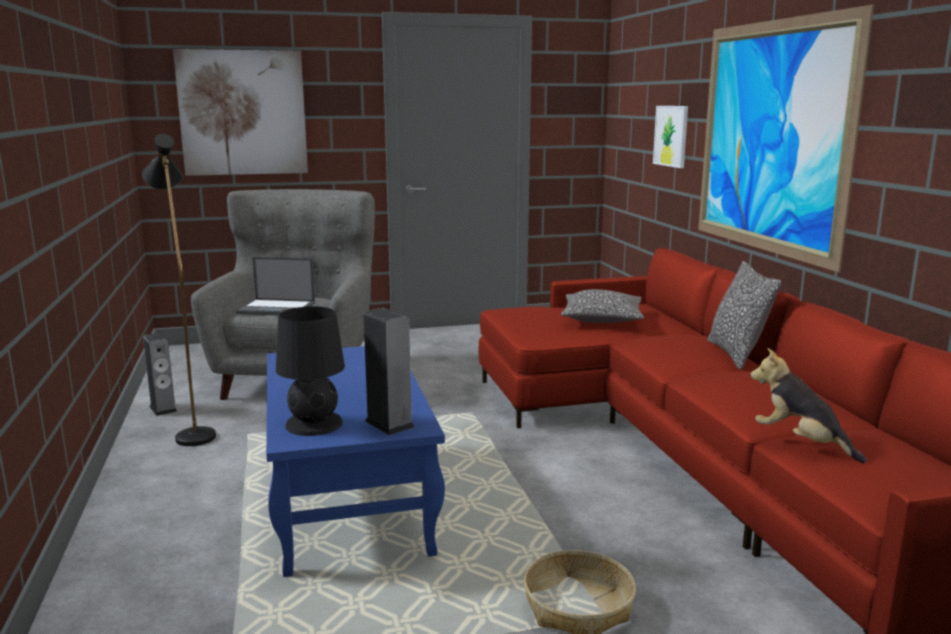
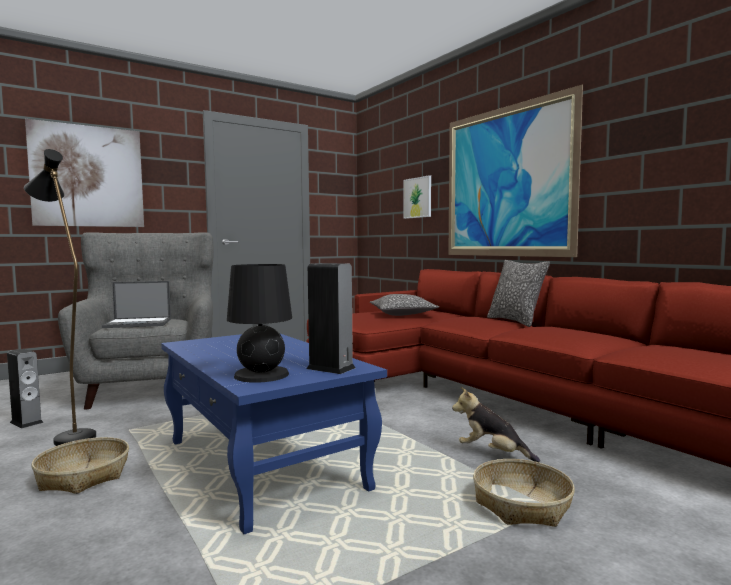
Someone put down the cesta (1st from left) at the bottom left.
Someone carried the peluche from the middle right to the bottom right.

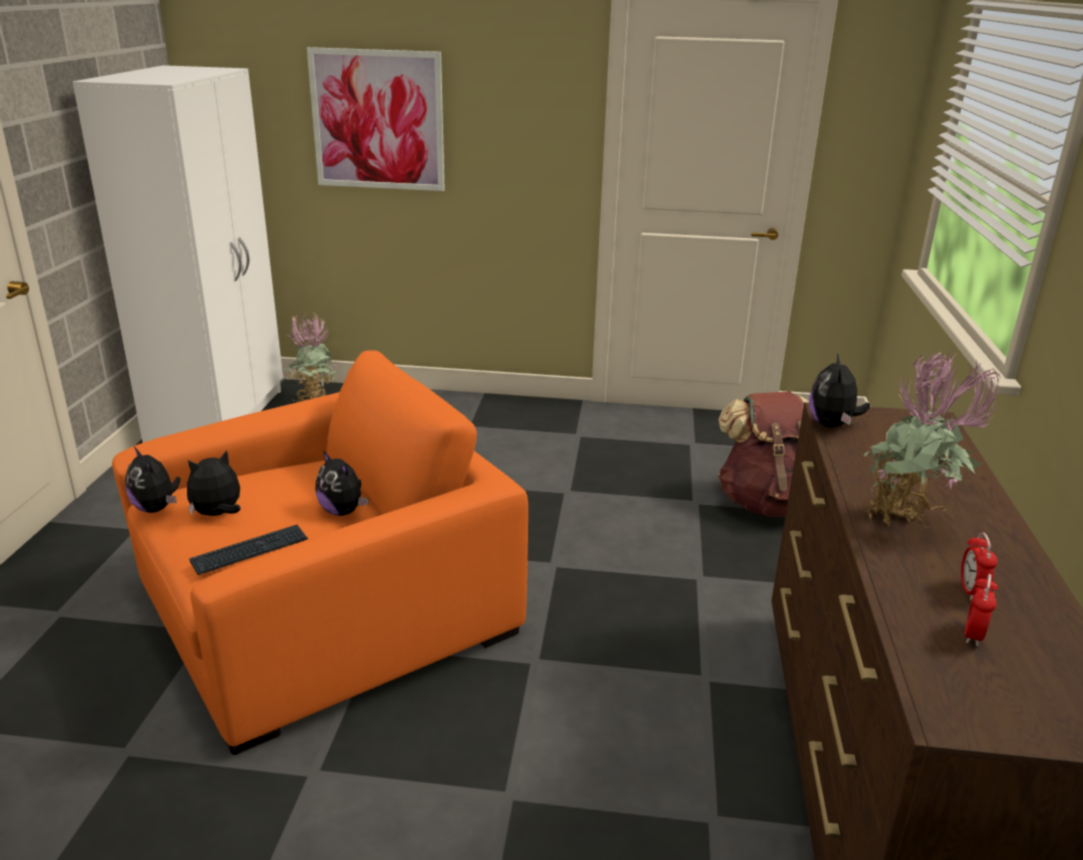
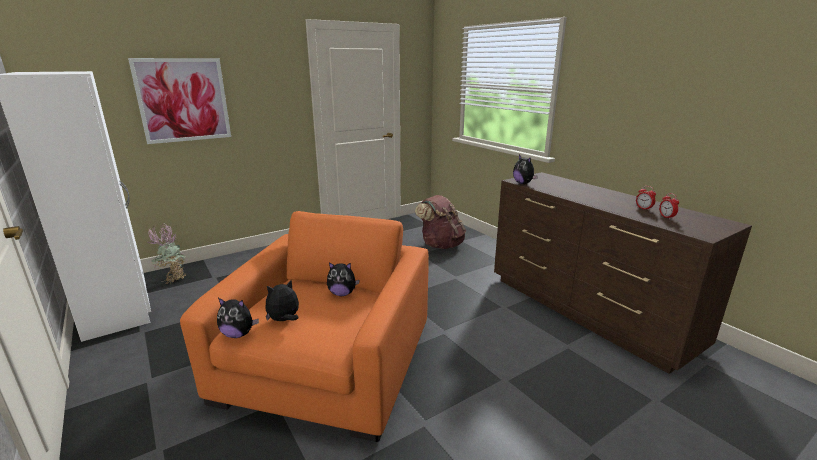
Someone rotated the peluche (2nd from left) at the middle left by 45 degrees clockwise.
Someone took away the teclado at the middle left.
Someone took away the planta en maceta (2nd from left) at the middle right.

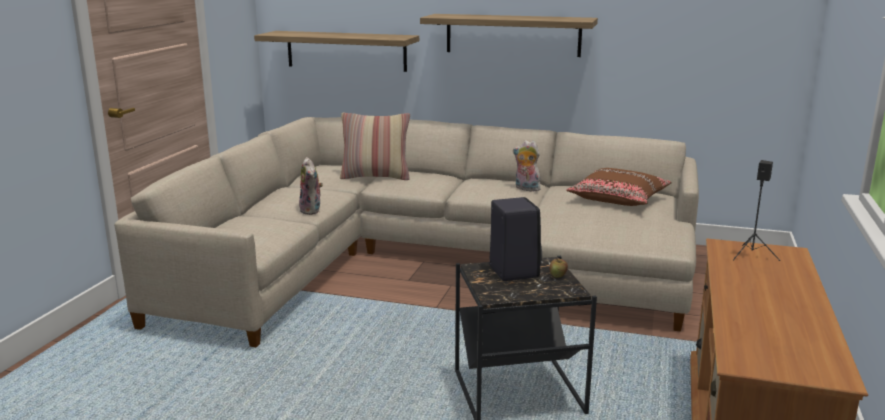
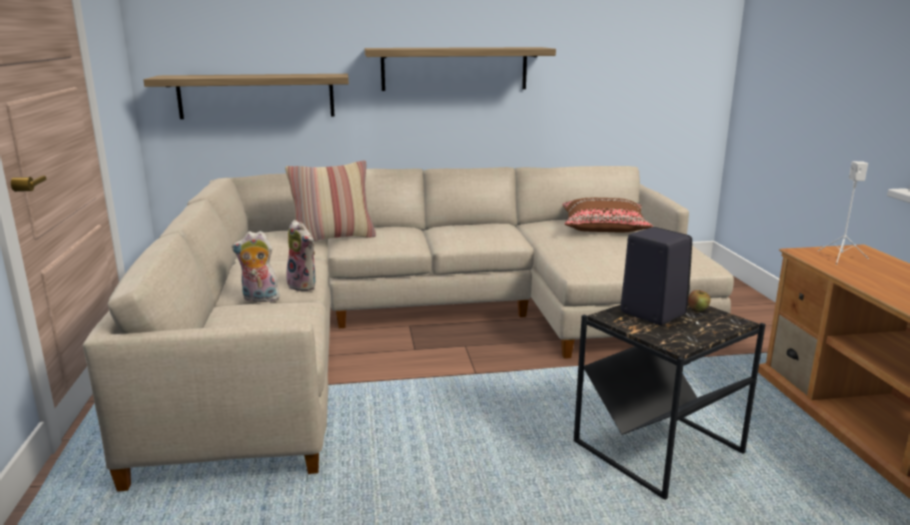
Someone carried the peluche (2nd from left in the first image) from the centre to the middle left.
Someone repainted the altavoz [negro] (2nd from left) at the middle right, which became the altavoz [blanco] at the middle right.

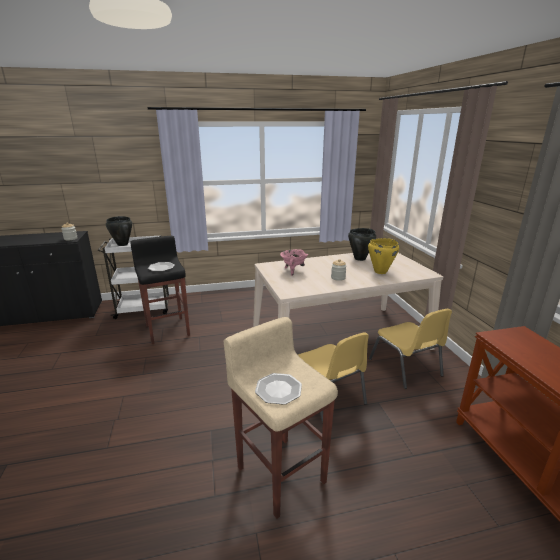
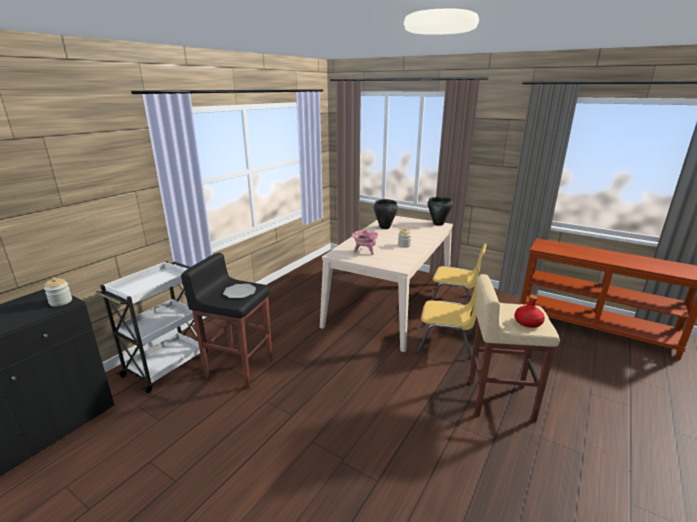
Someone carried the olla [negro] (1st from left in the first image) from the middle left to the centre.
Someone swapped the plato (2nd from left) at the bottom centre for the botella [rojo] at the middle right.
Someone took away the olla [amarillo] at the middle right.

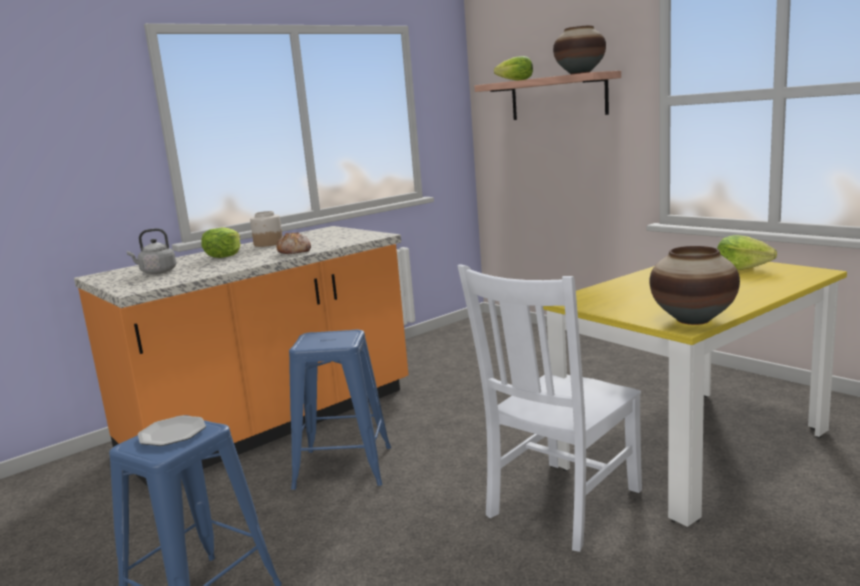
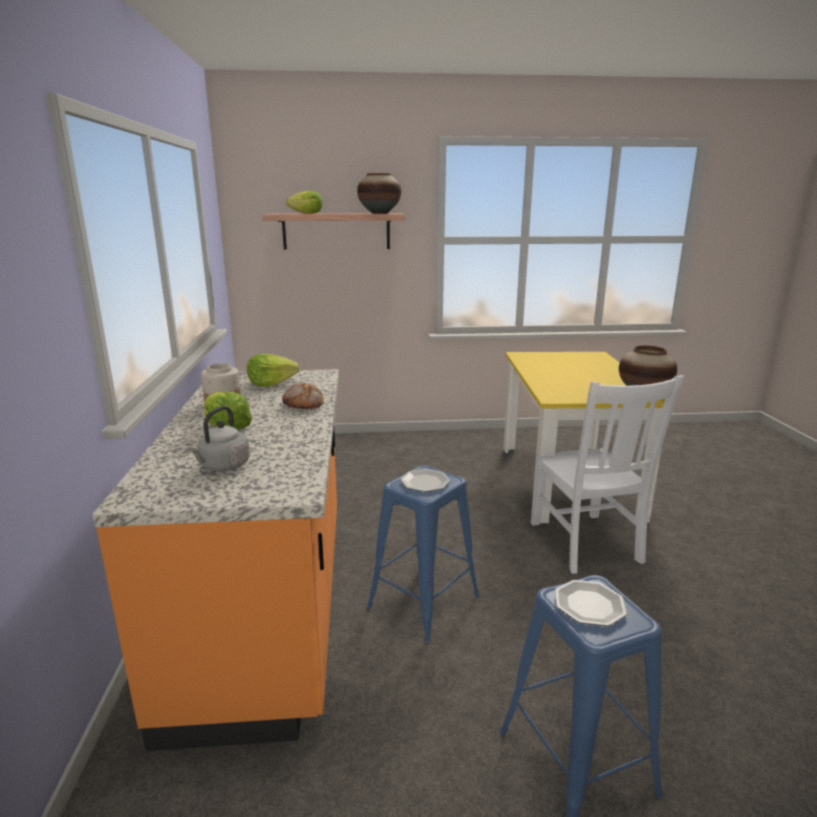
Someone carried the lechuga (3rd from left in the first image) from the middle right to the centre.
Someone put down the plato (1st from left) at the centre.

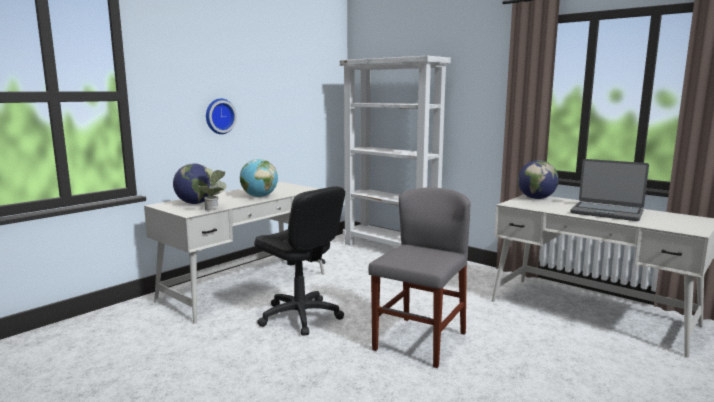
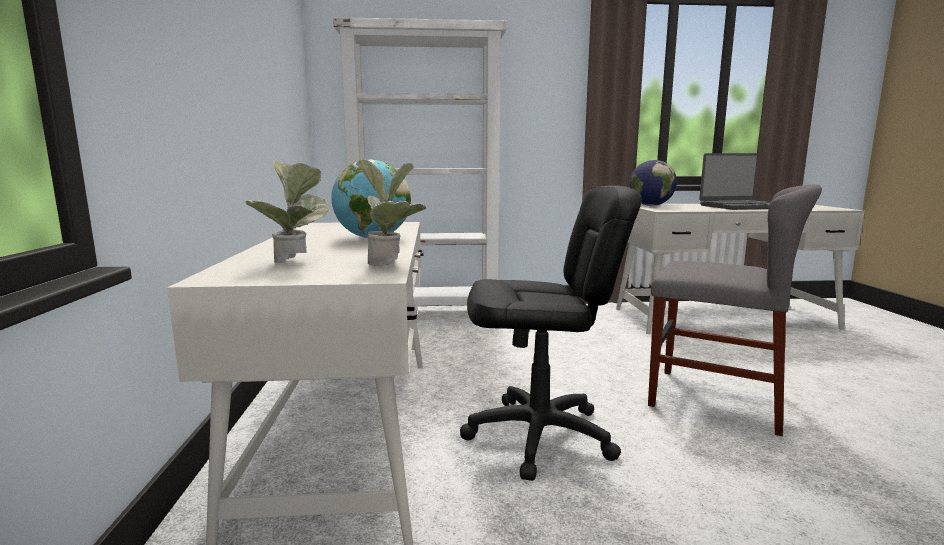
Someone swapped the globo terráqueo (1st from left) at the middle left for the planta en maceta (1st from left) at the middle left.
Someone rotated the silla [gris] at the bottom centre by 135 degrees clockwise.
Someone took away the reloj de pared at the top left.

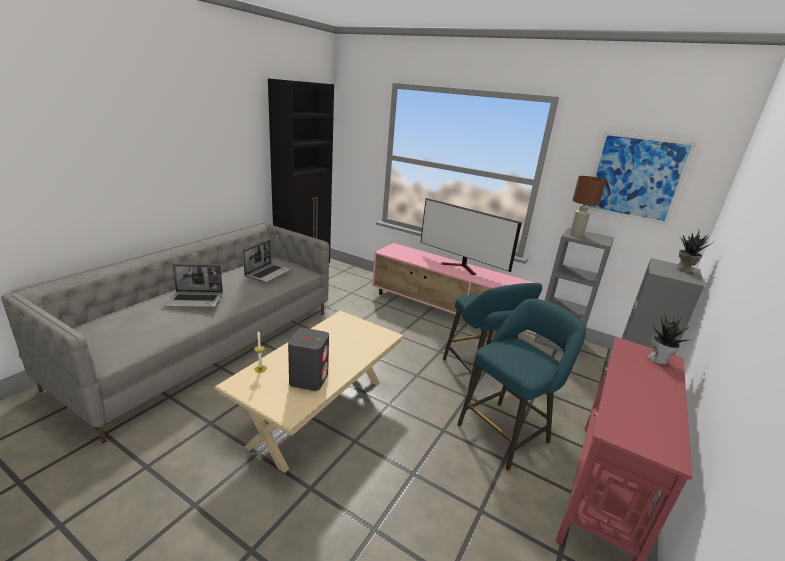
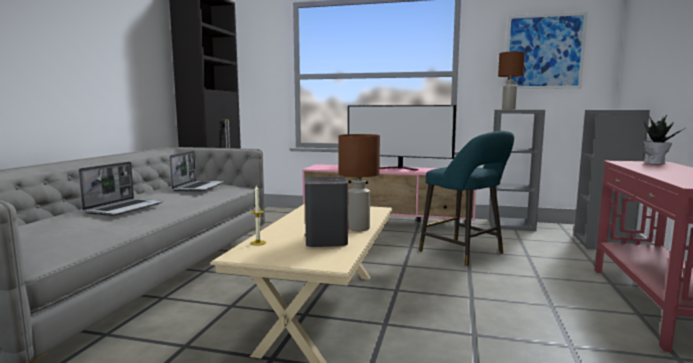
Someone rotated the portátil (1st from left) at the middle left by 45 degrees counterclockwise.
Someone put down the lámpara de mesa [marrón] (1st from left) at the centre.
Someone took away the taburete [turquesa] (2nd from left) at the bottom centre.
Someone took away the planta en maceta (2nd from left) at the middle right.

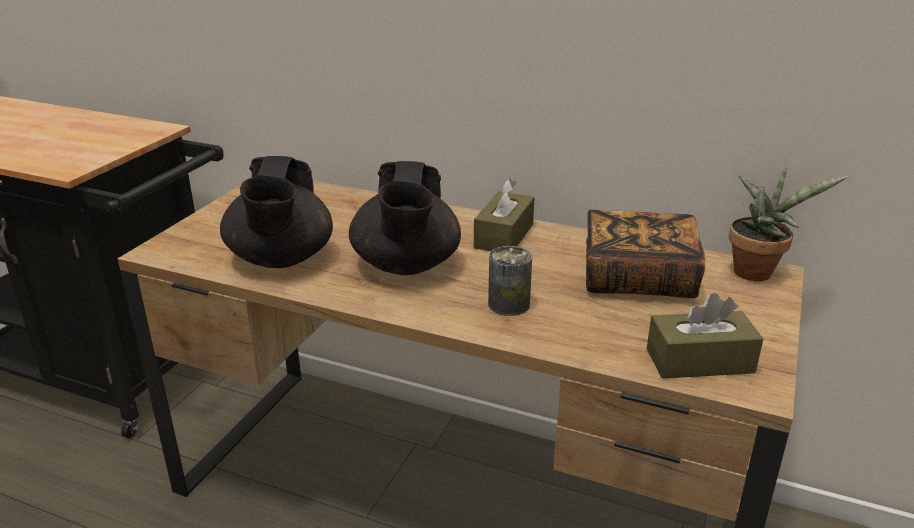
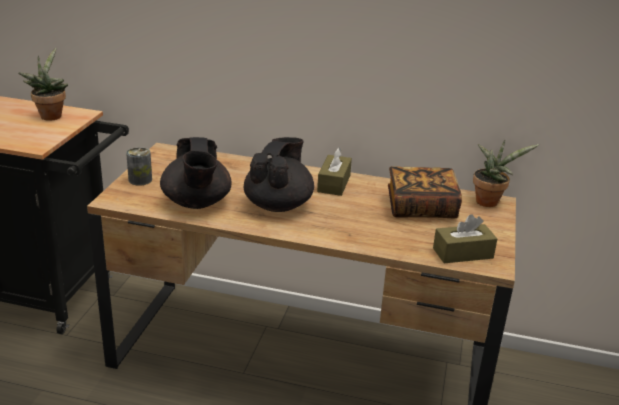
Someone put down the planta en maceta (1st from left) at the top left.
Someone carried the lata from the centre to the middle left.
Someone rotated the tetera [negro] (2nd from left) at the centre by 150 degrees counterclockwise.

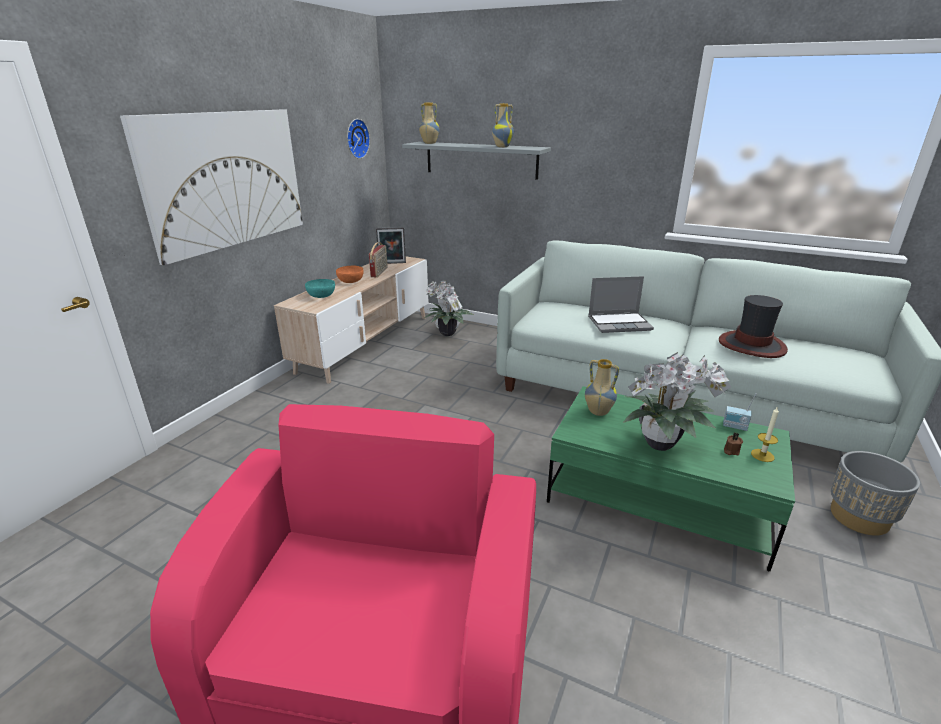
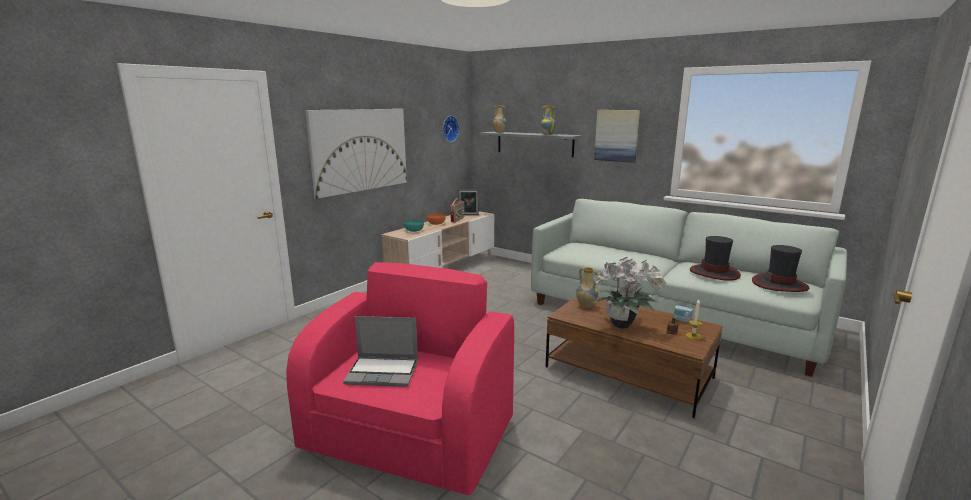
Someone carried the portátil from the centre to the bottom centre.
Someone repainted the mesa de centro [verde] at the middle right, which became the mesa de centro [marrón] at the bottom centre.
Someone put up the cuadro (2nd from left) at the top centre.
Someone put down the sombrero (2nd from left) at the middle right.
Someone took away the planta en maceta (1st from left) at the centre.
Someone took away the maceta [gris] at the bottom right.

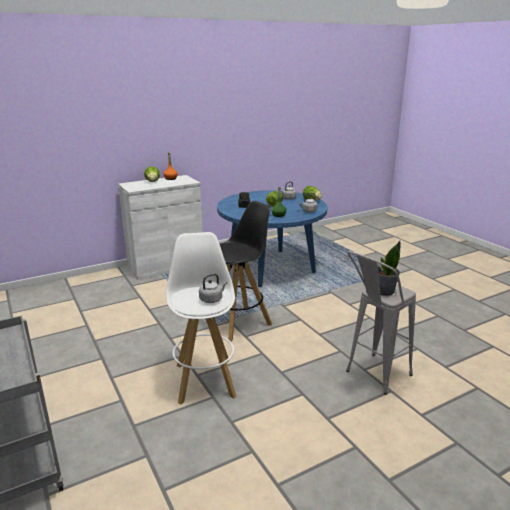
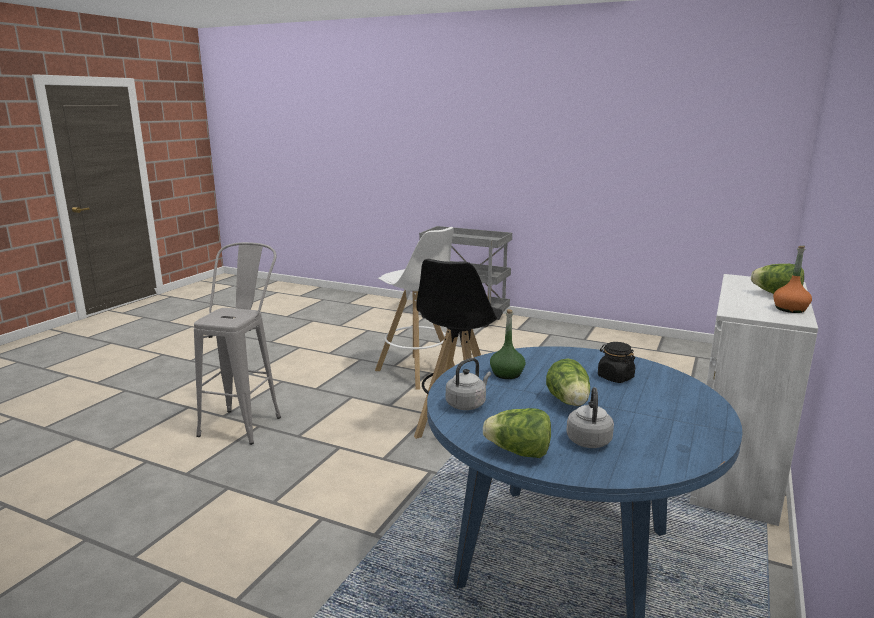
Someone took away the hervidor [gris] (1st from left) at the centre.
Someone took away the planta en maceta at the middle right.

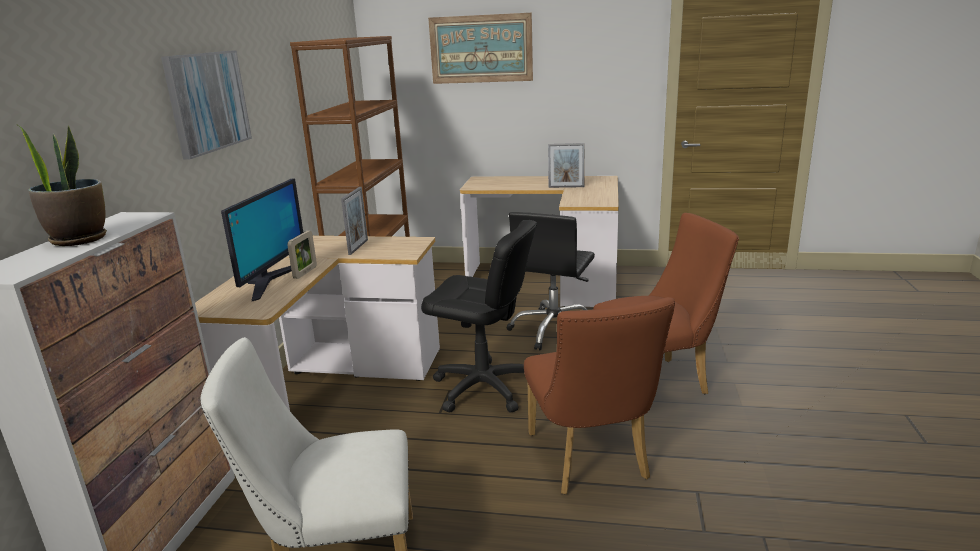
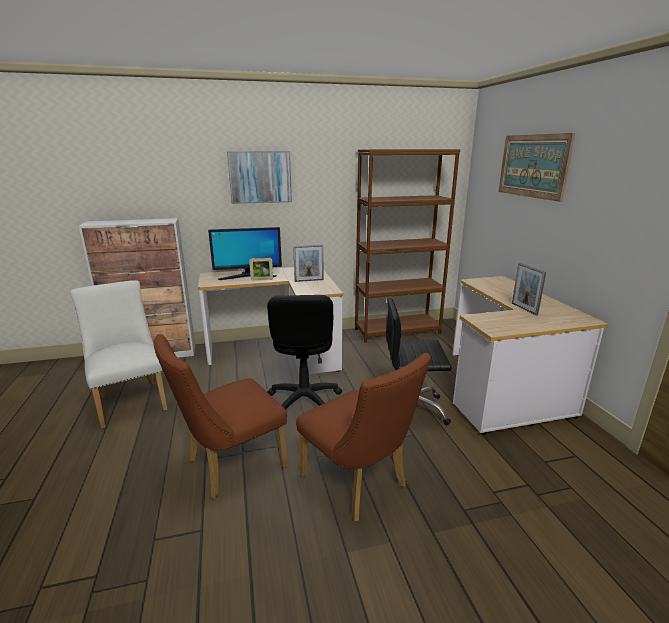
Someone took away the planta en maceta at the middle left.

